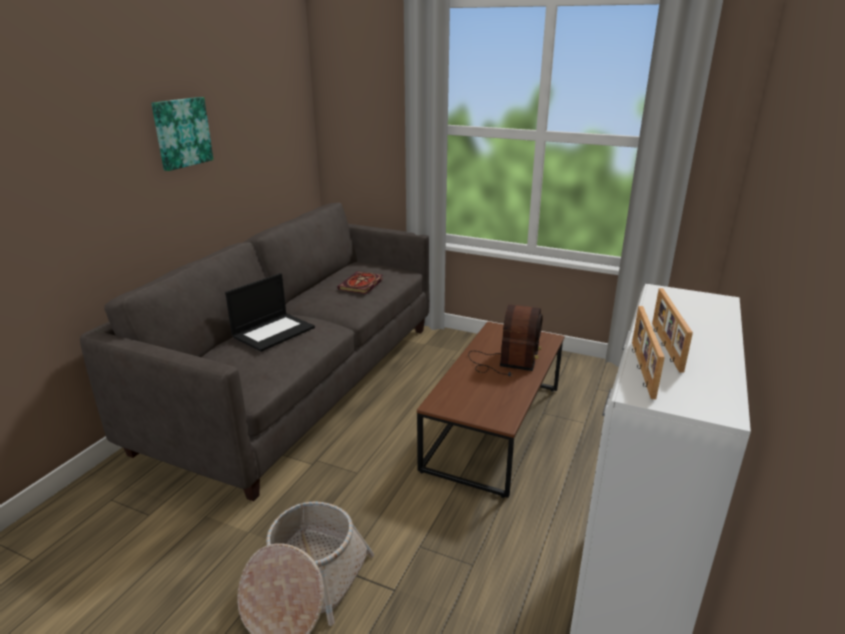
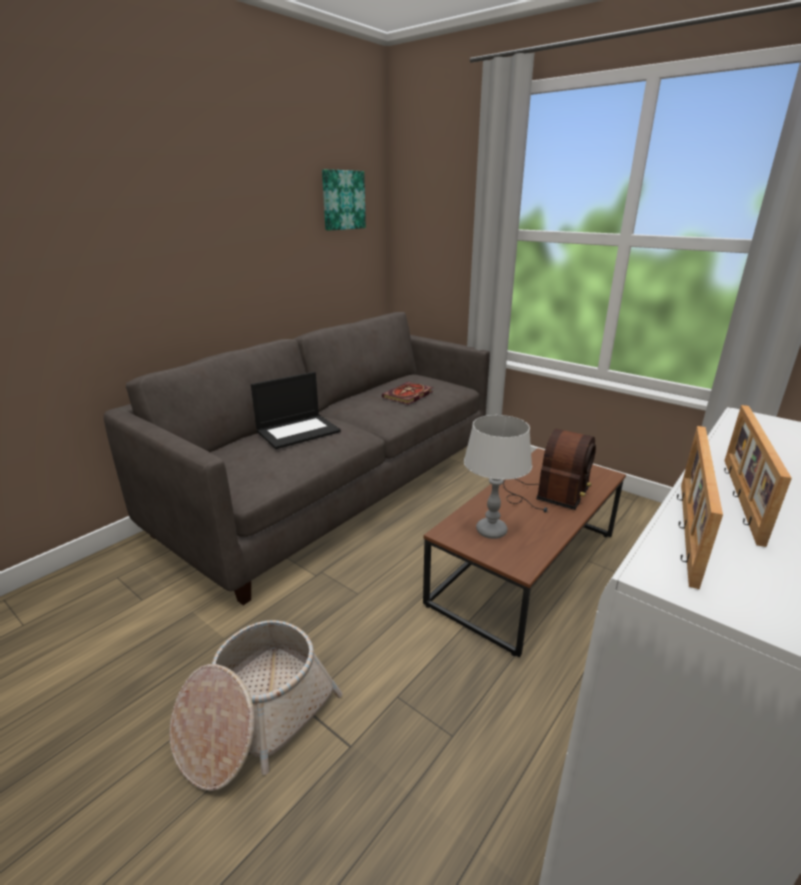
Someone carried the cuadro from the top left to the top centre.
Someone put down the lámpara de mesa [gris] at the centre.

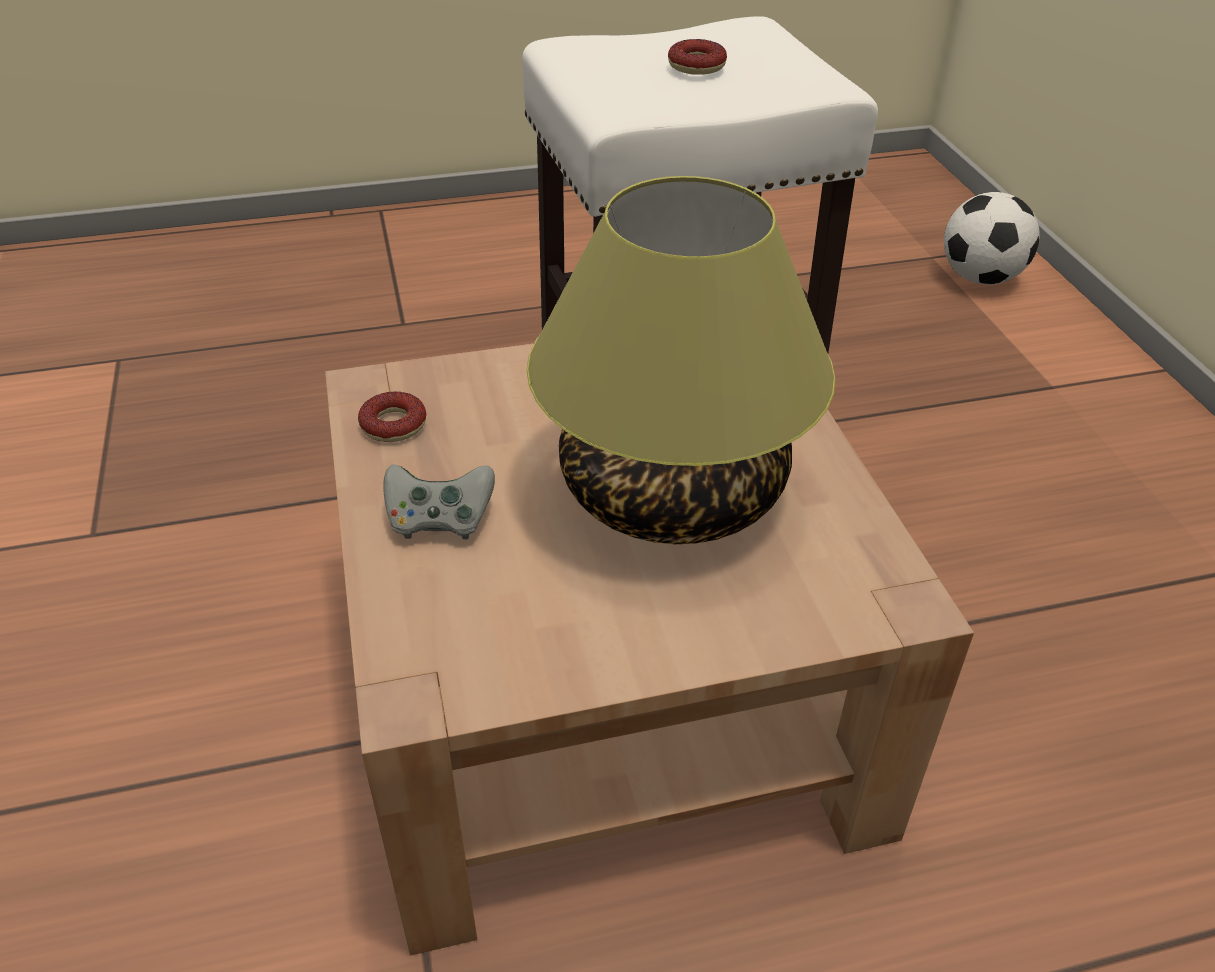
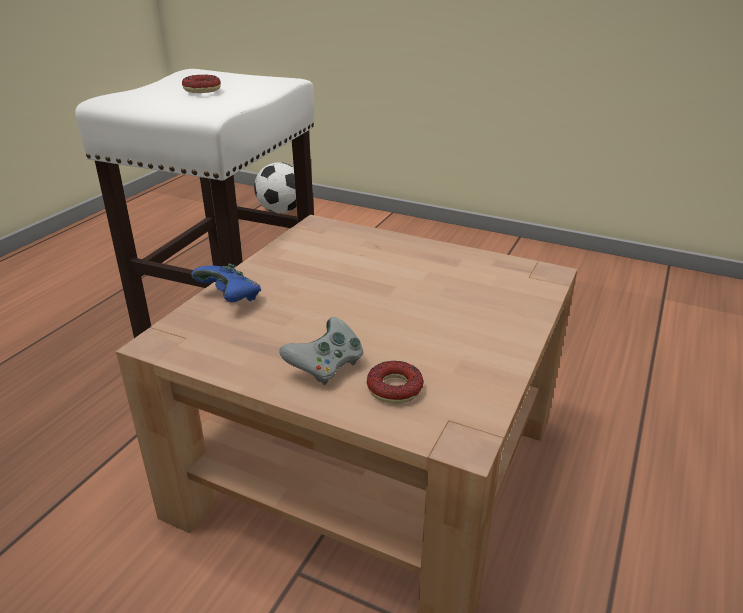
Someone put down the mando de consola [azul] at the middle left.
Someone carried the rosquilla (1st from left in the first image) from the middle left to the centre.
Someone took away the lámpara de mesa at the centre.

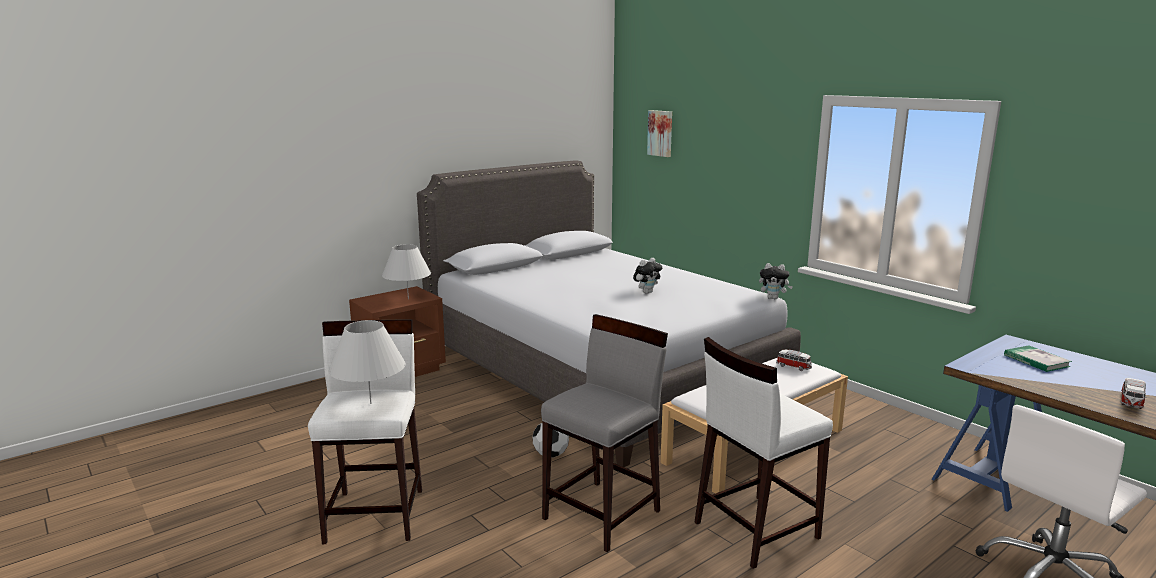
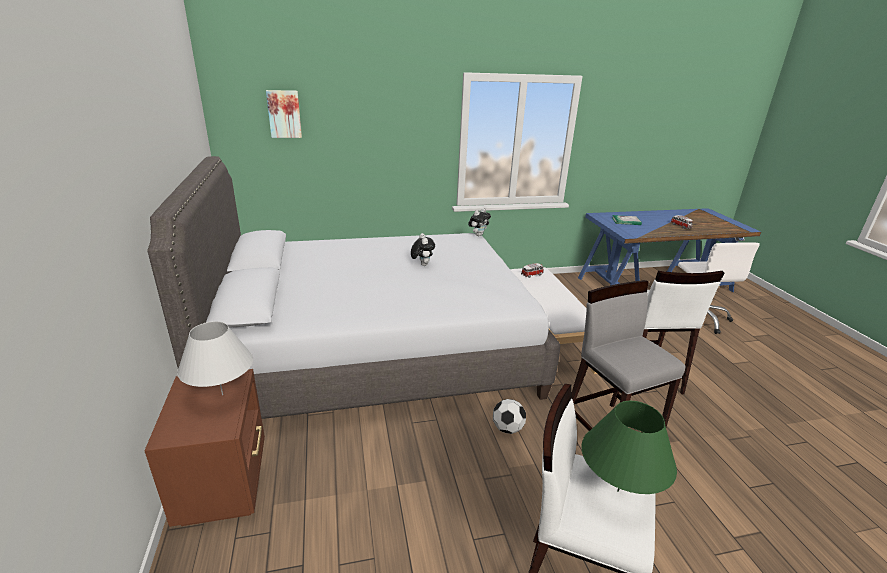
Someone repainted the lámpara de mesa [blanco] (1st from left) at the middle left, which became the lámpara de mesa [verde] at the bottom right.

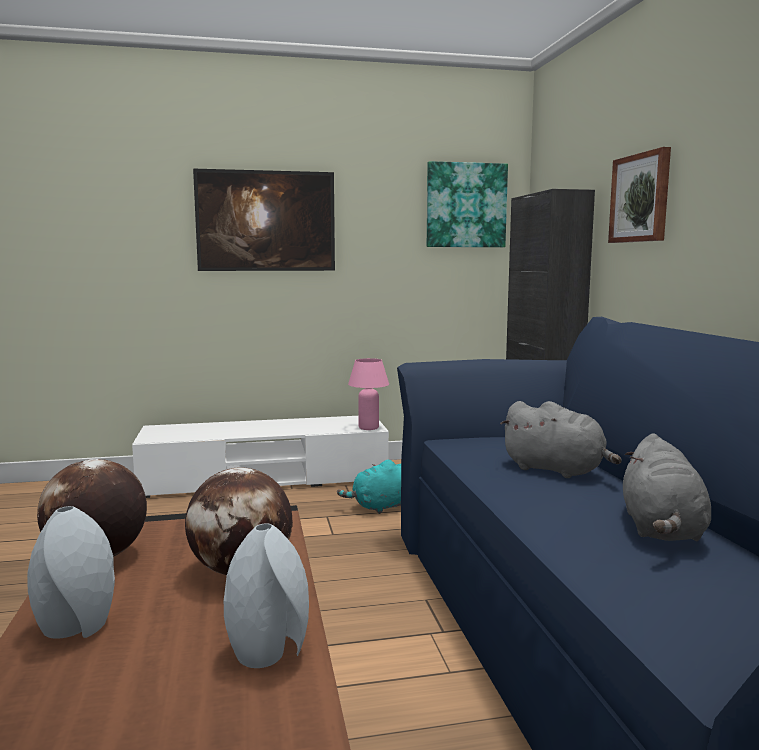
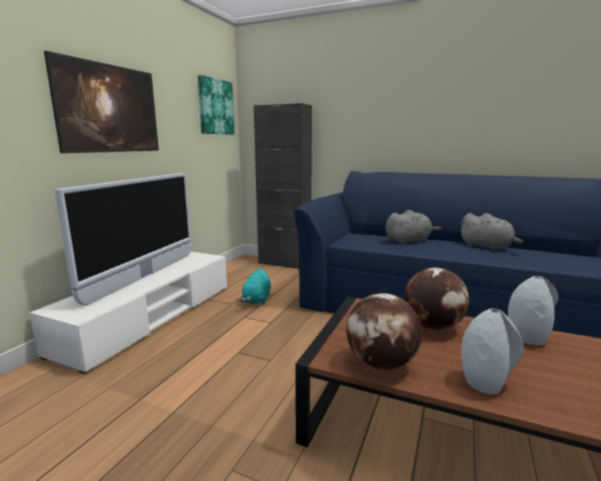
Someone put down the televisor at the middle left.
Someone took away the lámpara de mesa [rosa] at the centre.
Someone took away the cuadro (3rd from left) at the top right.

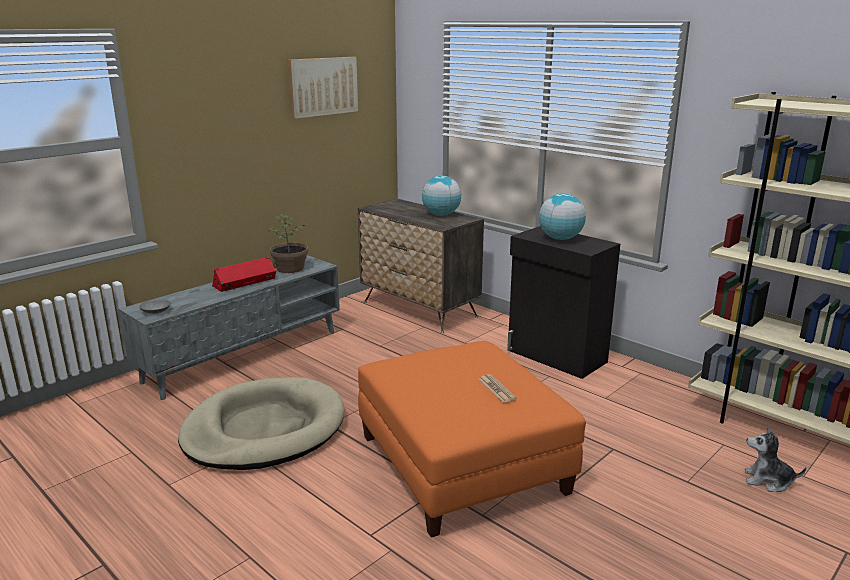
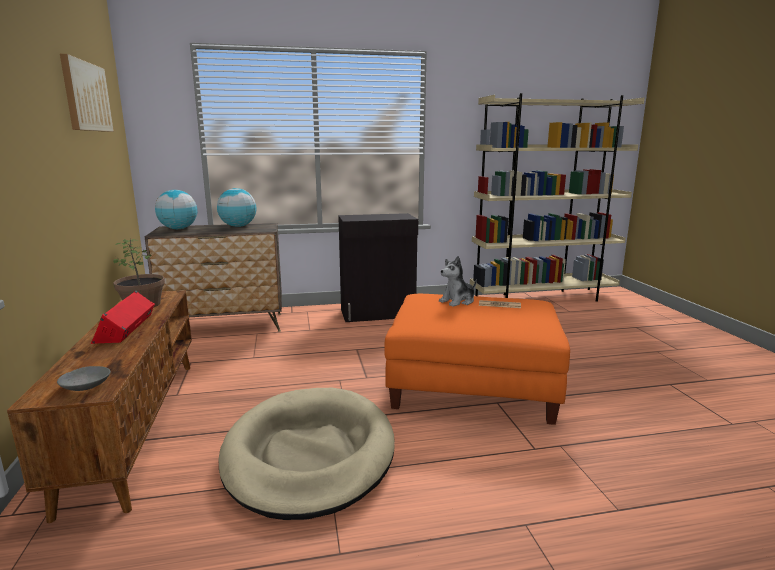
Someone repainted the mueble de televisión [gris] at the middle left, which became the mueble de televisión [marrón] at the bottom left.
Someone carried the globo terráqueo (2nd from left in the first image) from the centre to the middle left.
Someone carried the peluche from the bottom right to the centre.

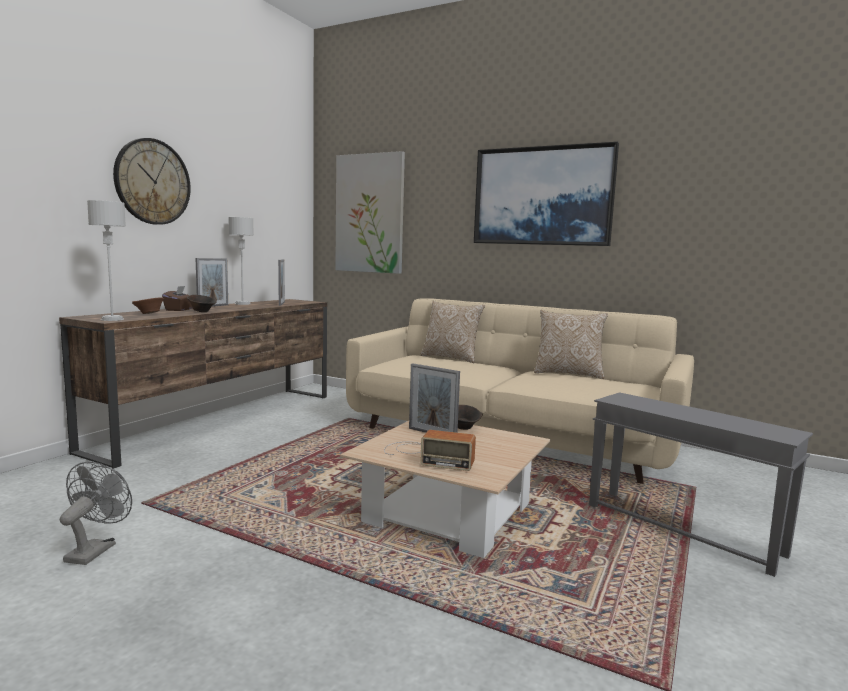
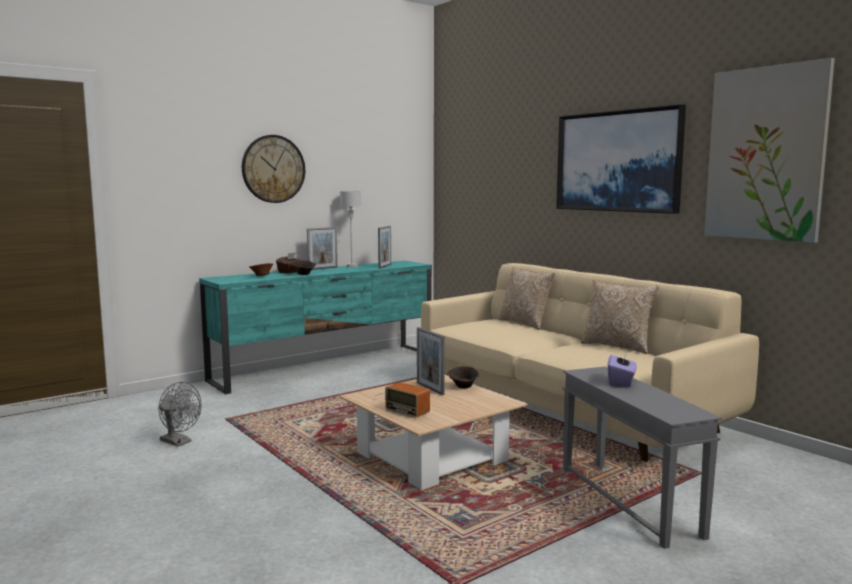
Someone rotated the ventilador [gris] at the bottom left by 90 degrees clockwise.
Someone repainted the mueble de televisión [marrón] at the middle left, which became the mueble de televisión [turquesa] at the centre.
Someone put down the caja de pañuelos [morado] at the middle right.
Someone carried the cuadro (1st from left in the first image) from the top centre to the top right.
Someone took away the lámpara de mesa [gris] (1st from left) at the middle left.

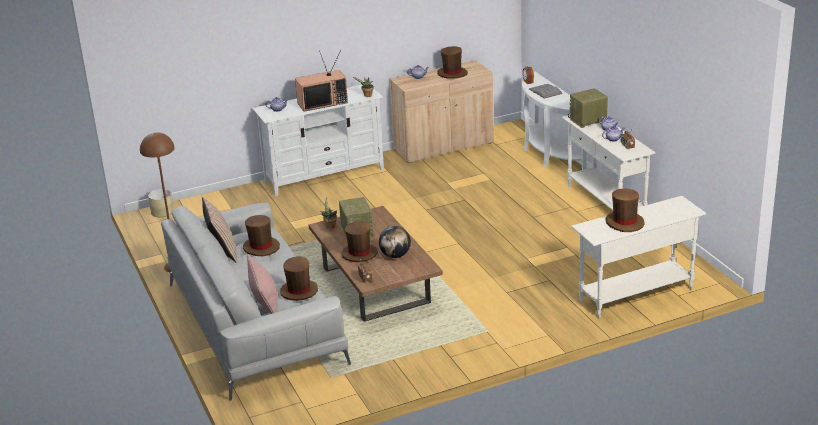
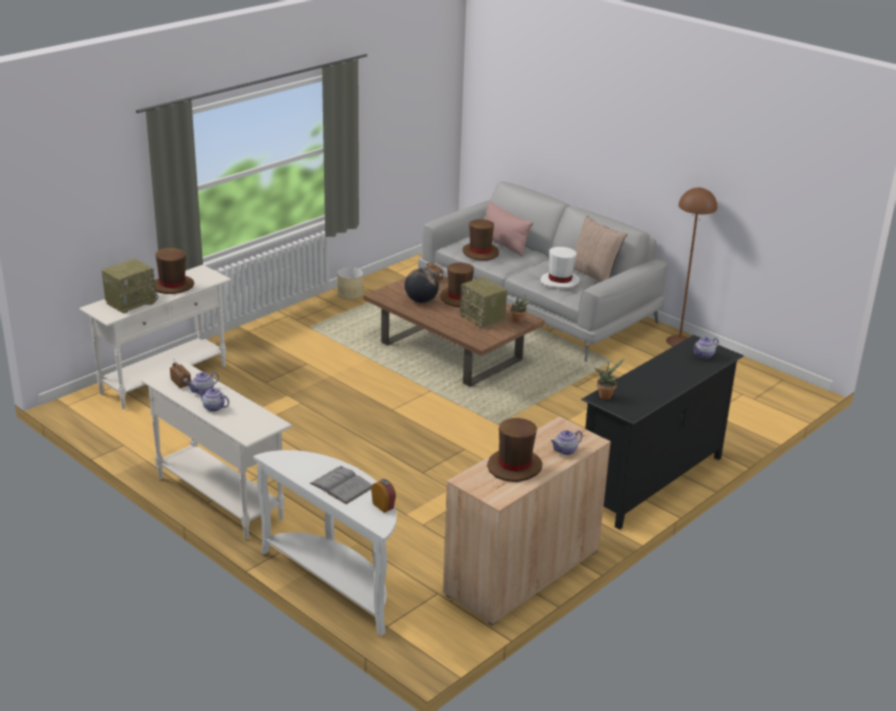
Someone carried the radio (3rd from left in the first image) from the top right to the middle left.
Someone carried the maceta [beis] from the middle left to the centre.
Someone repainted the sombrero [marrón] (1st from left) at the middle left, which became the sombrero [blanco] at the centre.
Someone repainted the mueble de televisión [blanco] at the top centre, which became the mueble de televisión [negro] at the middle right.
Someone took away the televisor at the top centre.

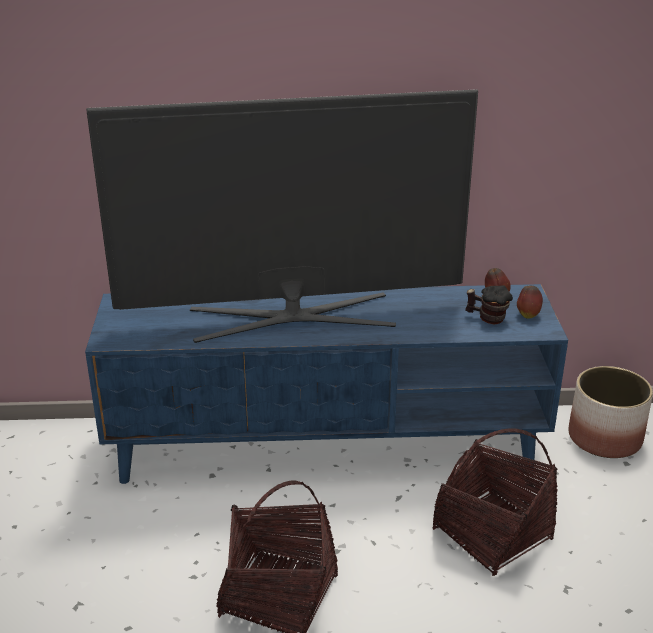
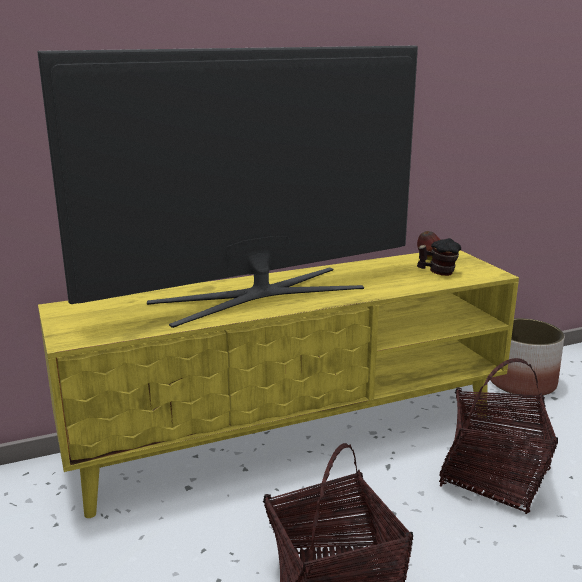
Someone repainted the mueble de televisión [azul] at the centre, which became the mueble de televisión [amarillo] at the centre.
Someone took away the manzana (2nd from left) at the middle right.

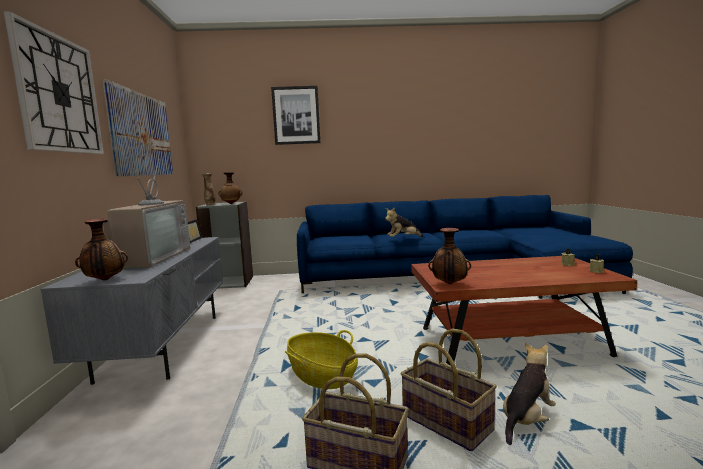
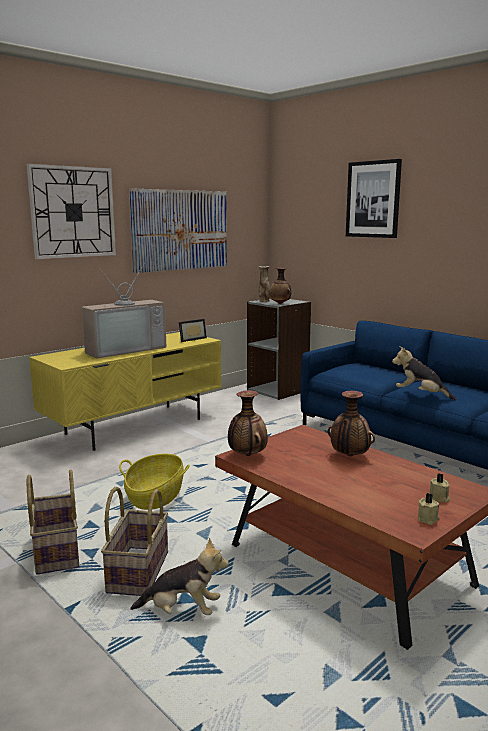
Someone repainted the mueble de televisión [gris] at the middle left, which became the mueble de televisión [amarillo] at the middle left.
Someone carried the florero (1st from left in the first image) from the middle left to the middle right.

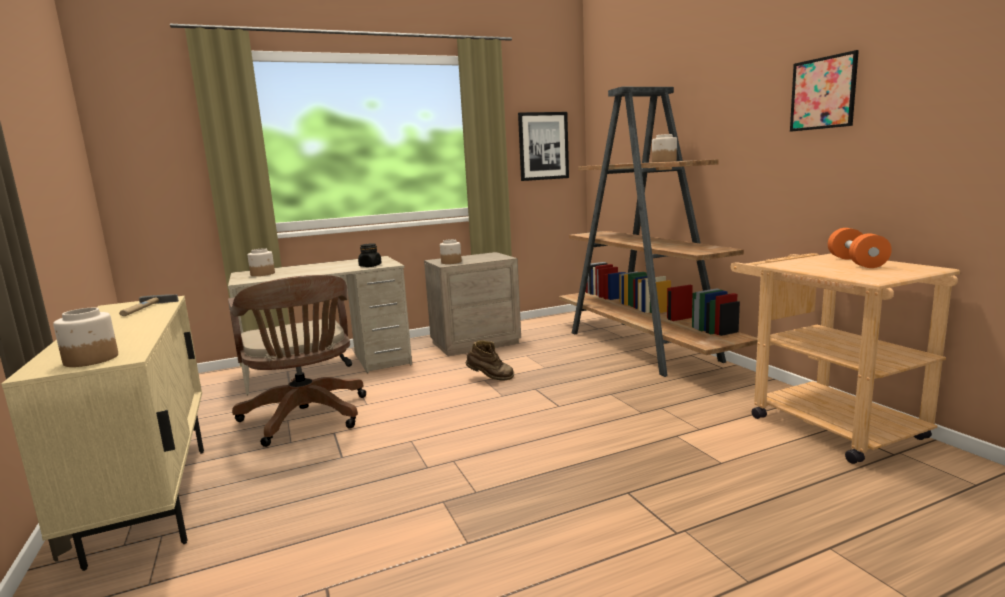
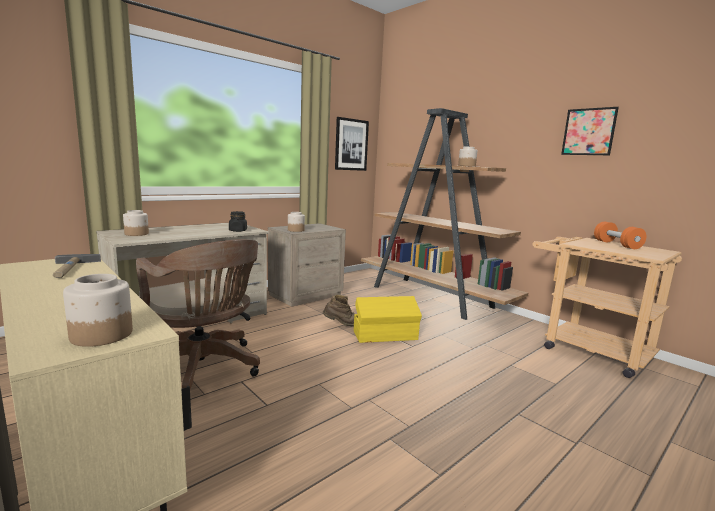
Someone put down the caja de almacenaje [amarillo] at the centre.

